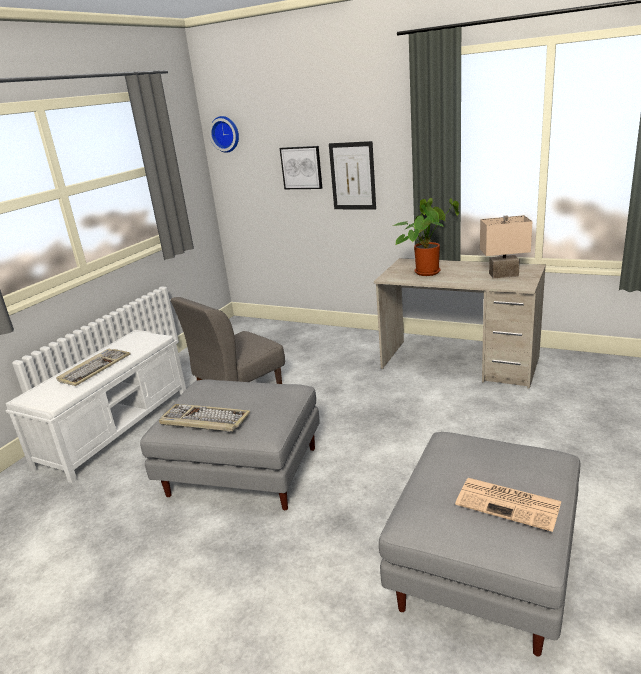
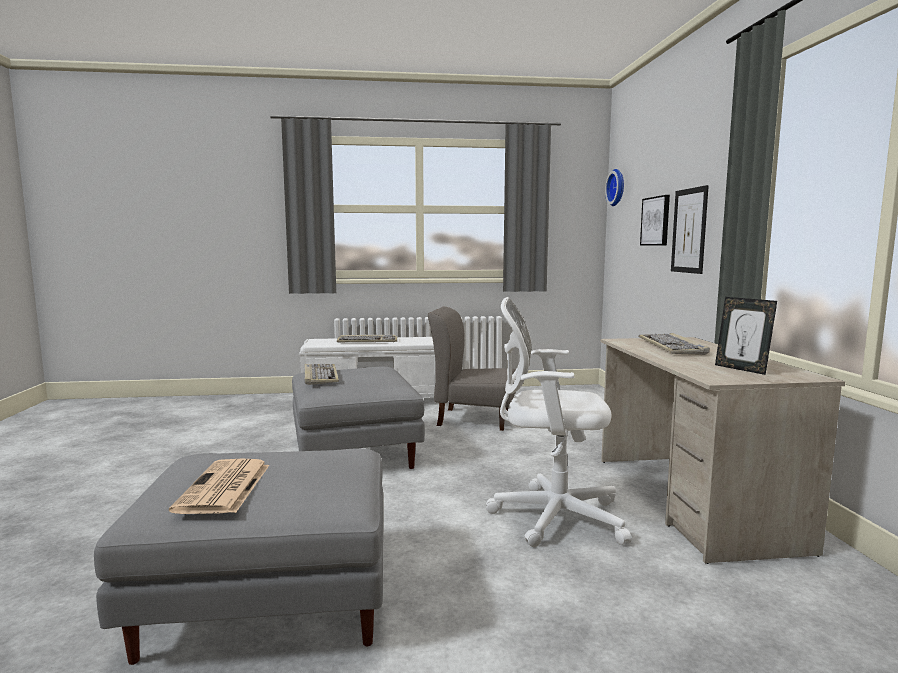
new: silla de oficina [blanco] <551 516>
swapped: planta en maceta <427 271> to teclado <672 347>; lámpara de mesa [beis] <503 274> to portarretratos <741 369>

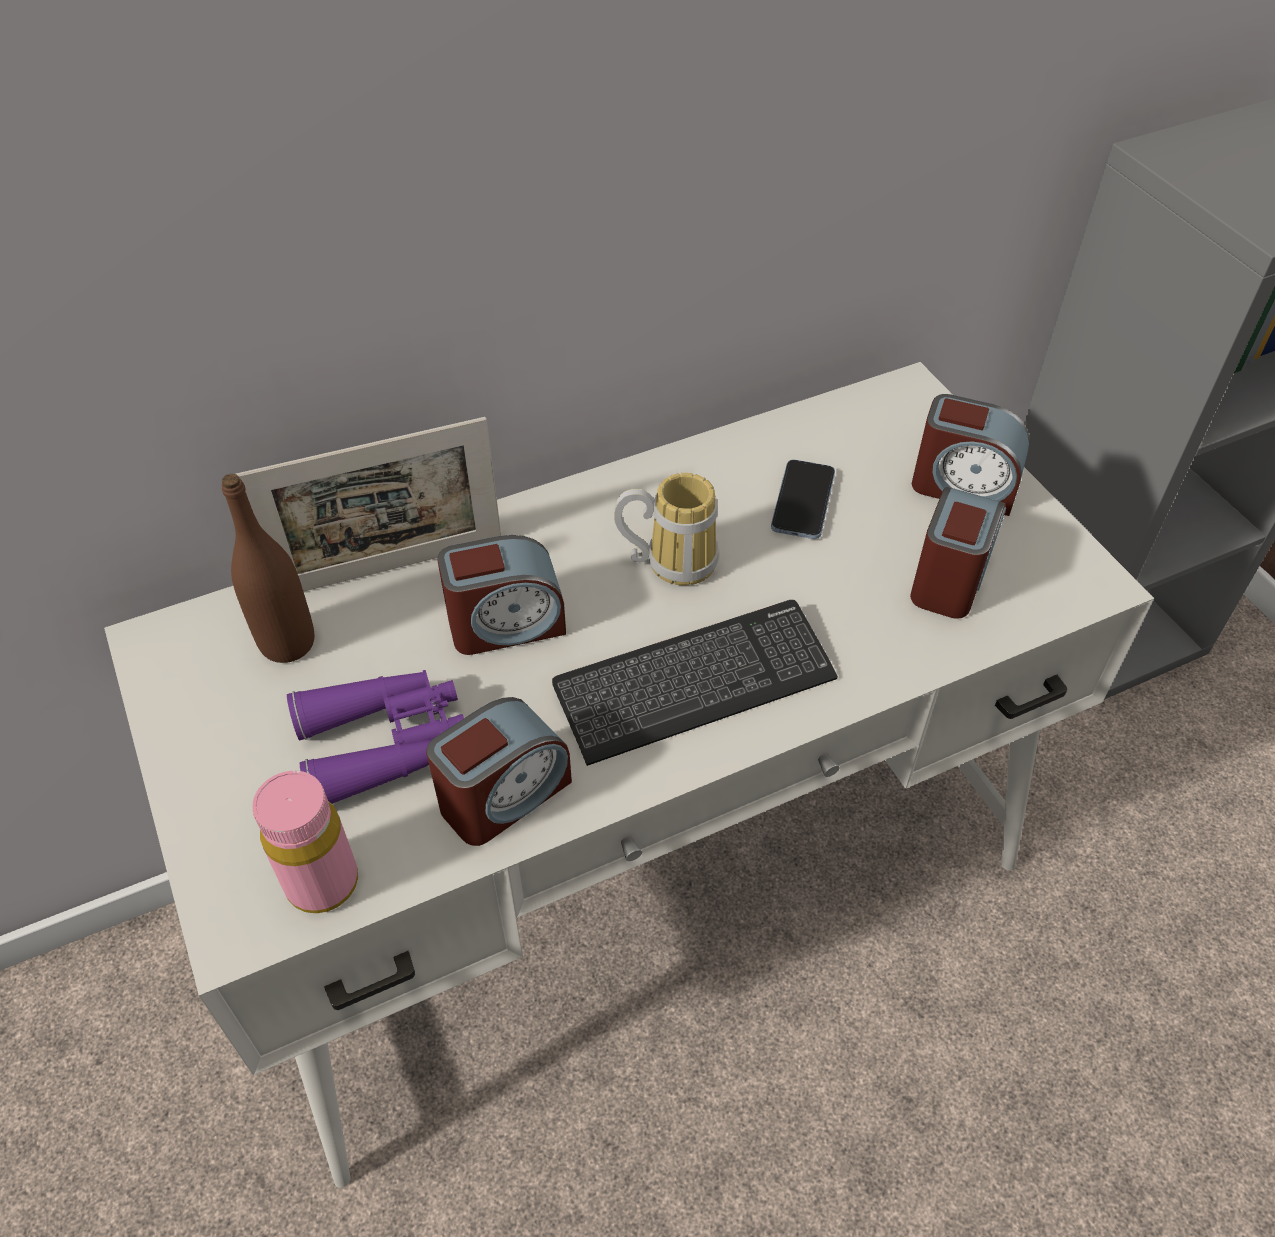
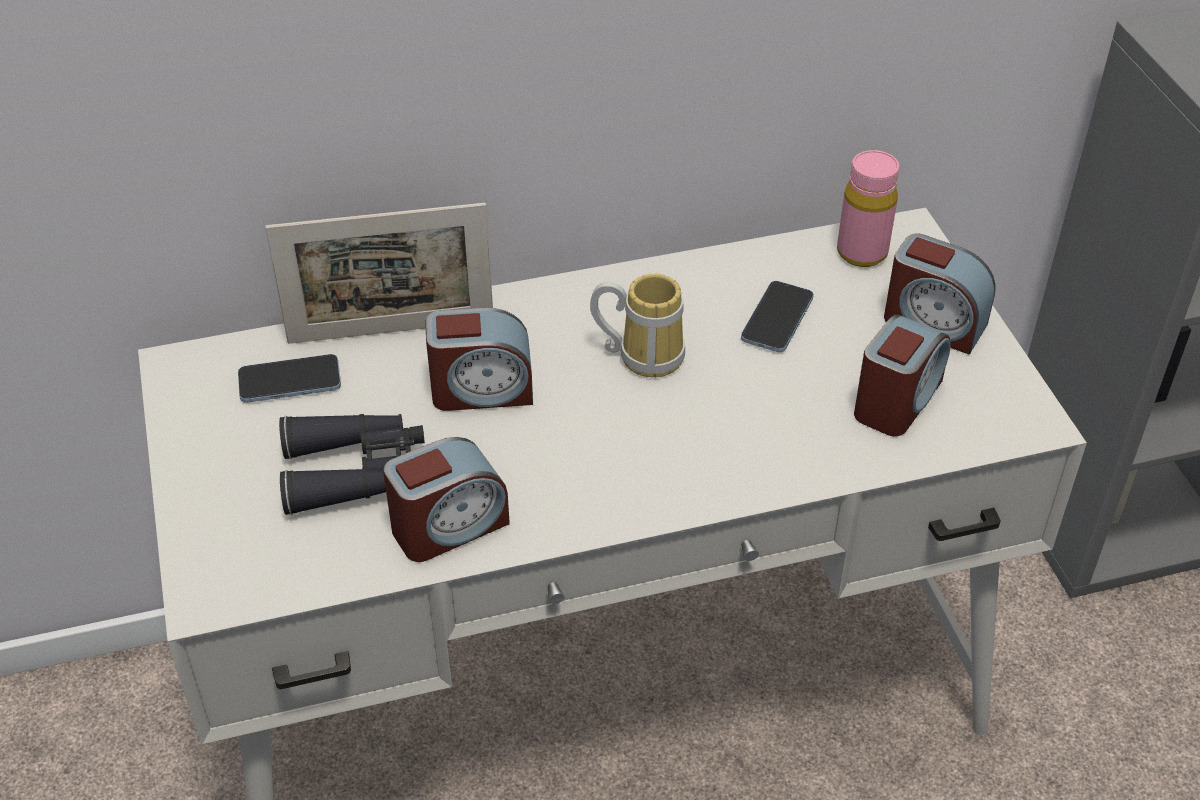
gone: teclado <694 684>
shifted: botella [rosa] <322 882> to <862 253>
swapped: botella [marrón] <287 643> to móvil <290 381>
repainted: prismáticos [morado] <385 743> to prismáticos [negro] <356 472>

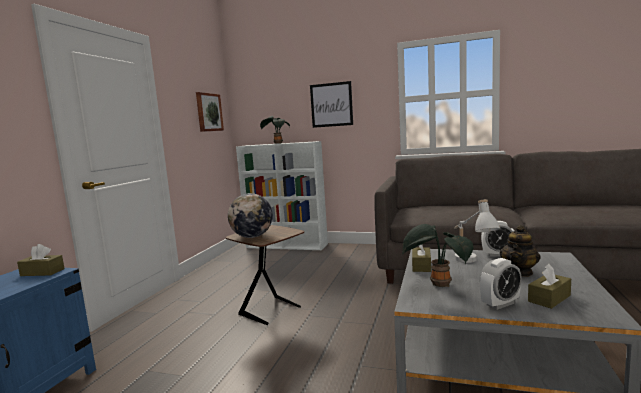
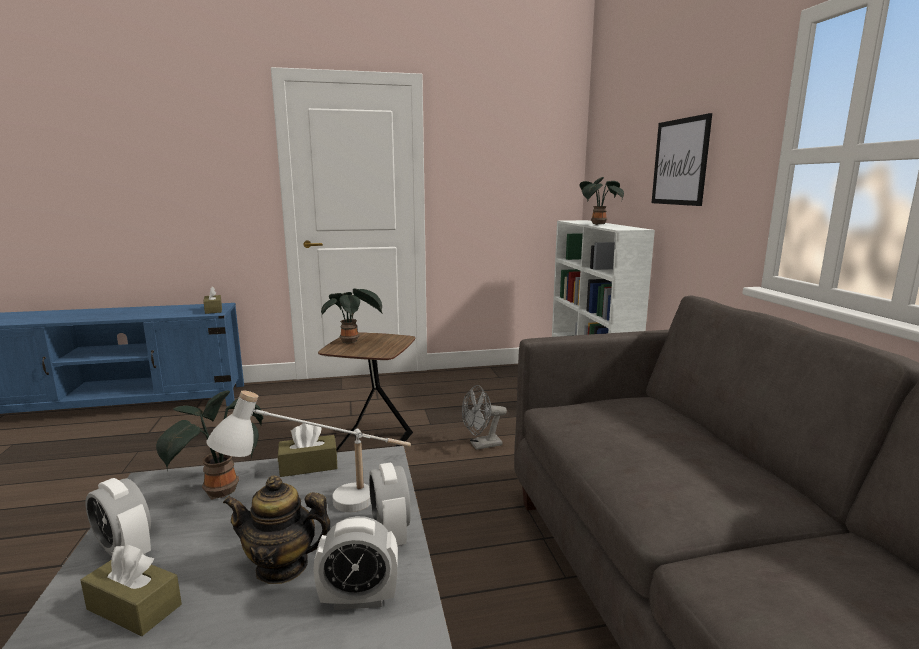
gone: cuadro <208 112>
new: despertador <359 599>; ventilador [gris] <481 445>
swapped: globo terráqueo <252 237> to planta en maceta <352 341>

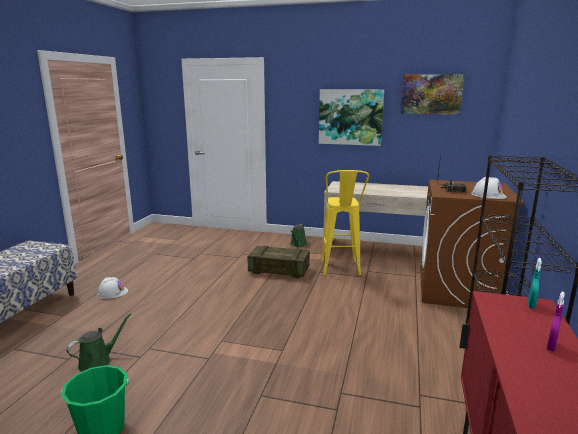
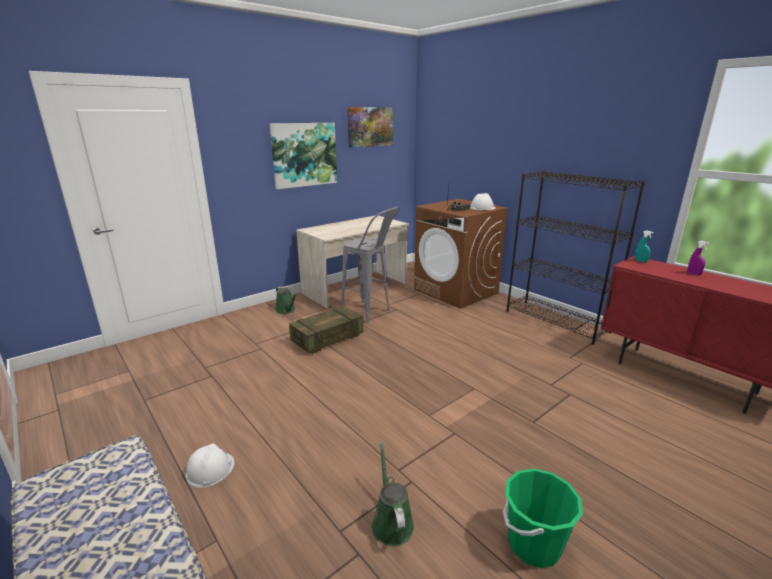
repainted: taburete [amarillo] <341 271> to taburete [gris] <371 314>

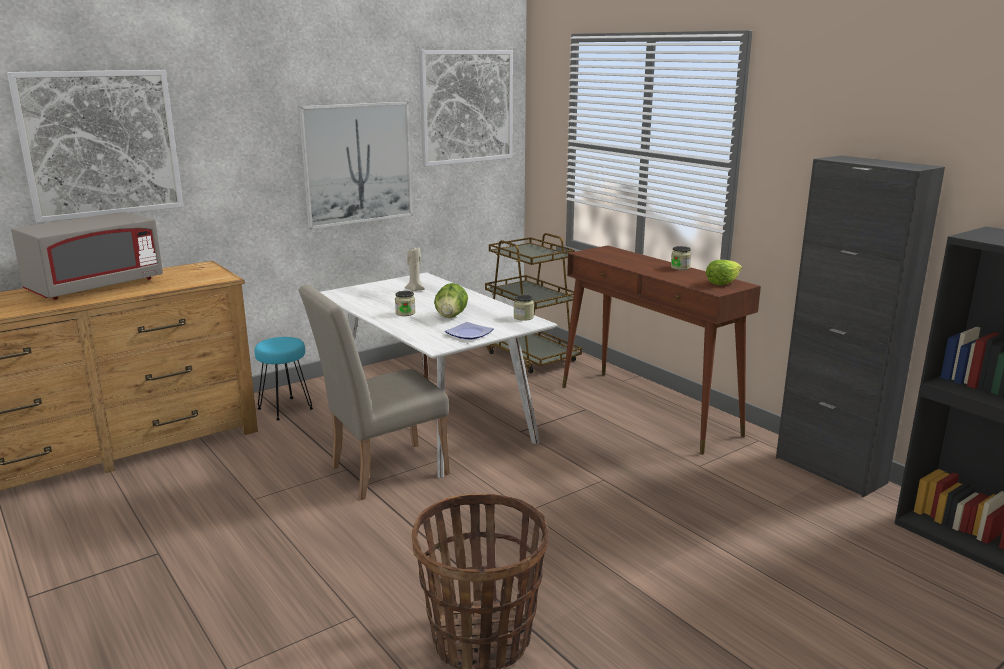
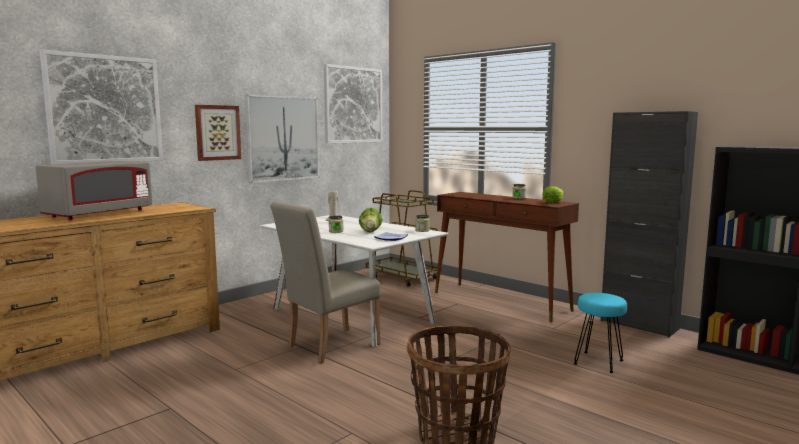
new: cuadro <217 132>
shifted: taburete [turquesa] <286 409> to <598 362>

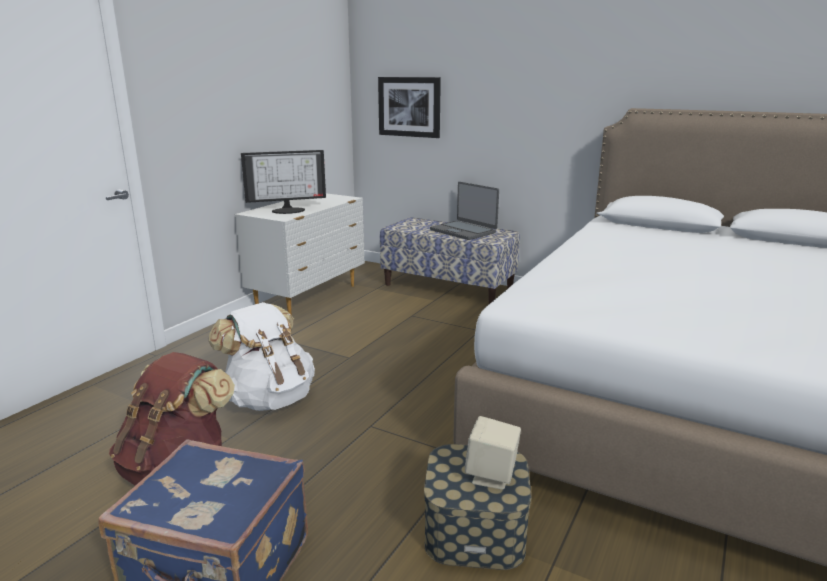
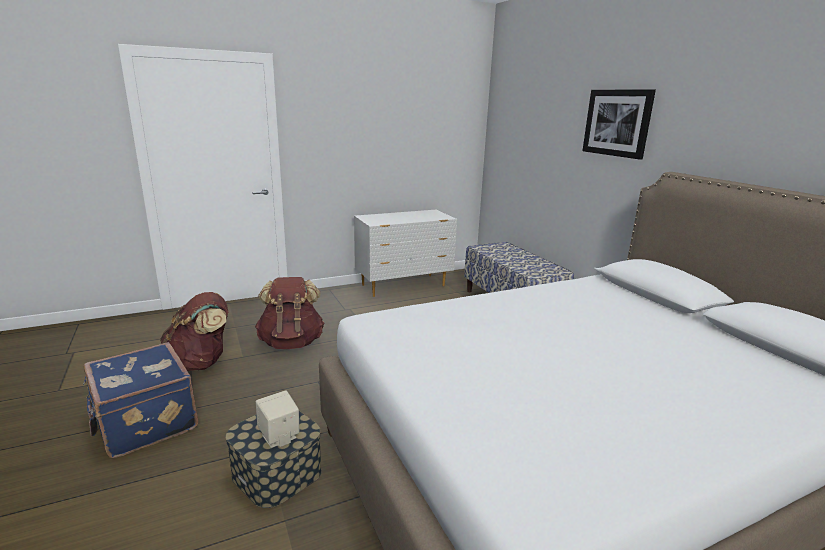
gone: monitor <288 210>; portátil <463 231>
shifted: cuadro <409 107> to <617 123>
repainted: mochila [blanco] <269 399> to mochila [marrón] <291 342>

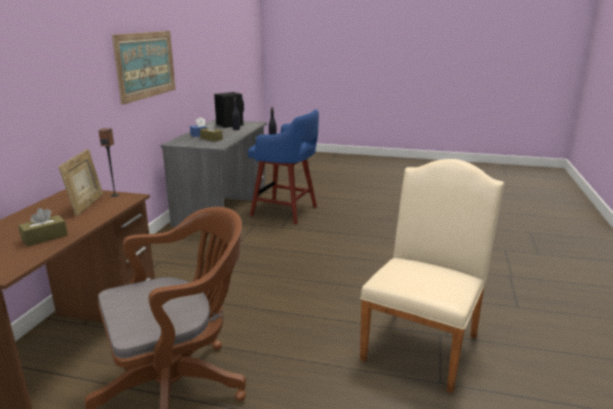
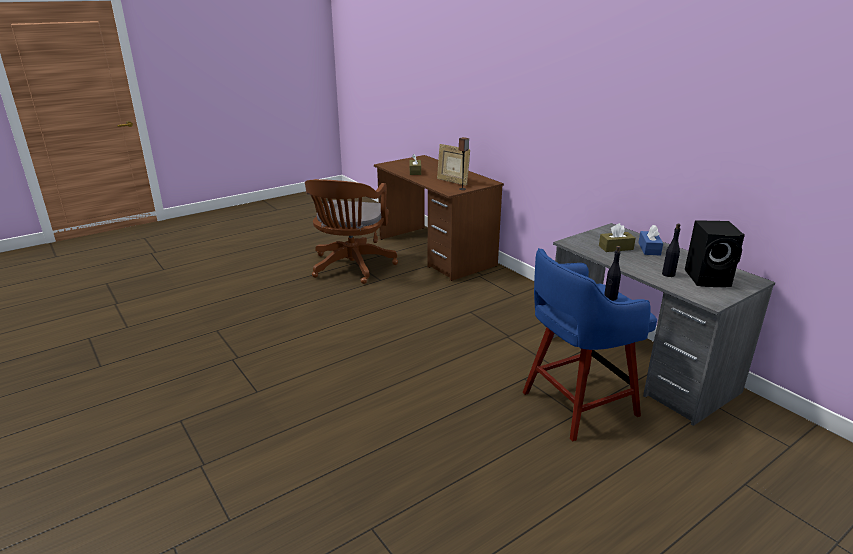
gone: cuadro <146 65>; silla [beis] <423 342>

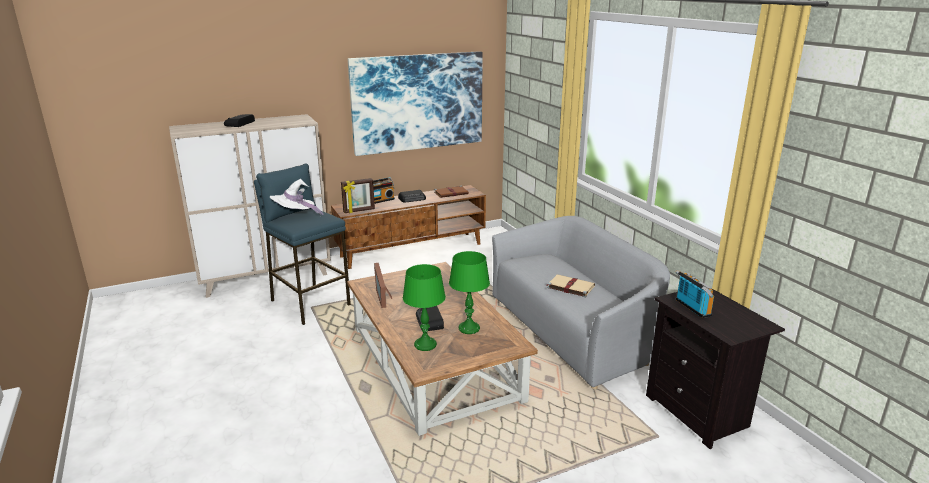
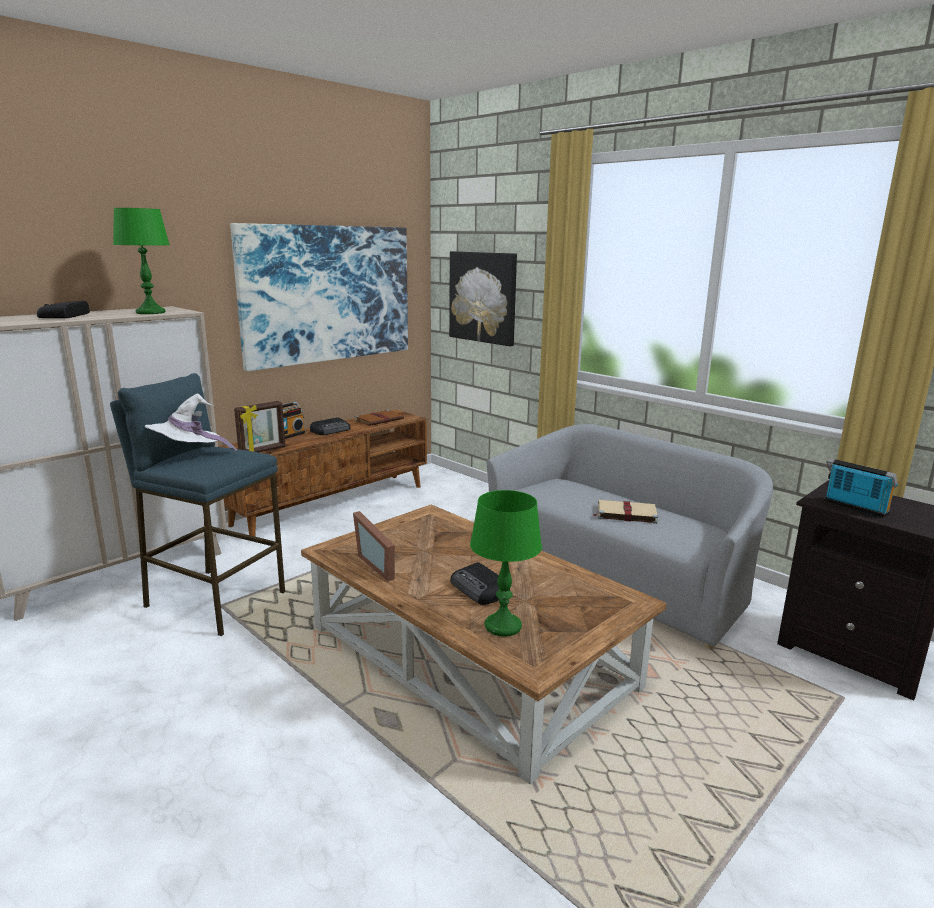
new: cuadro <483 297>
shifted: lámpara de mesa [verde] <469 328> to <150 312>

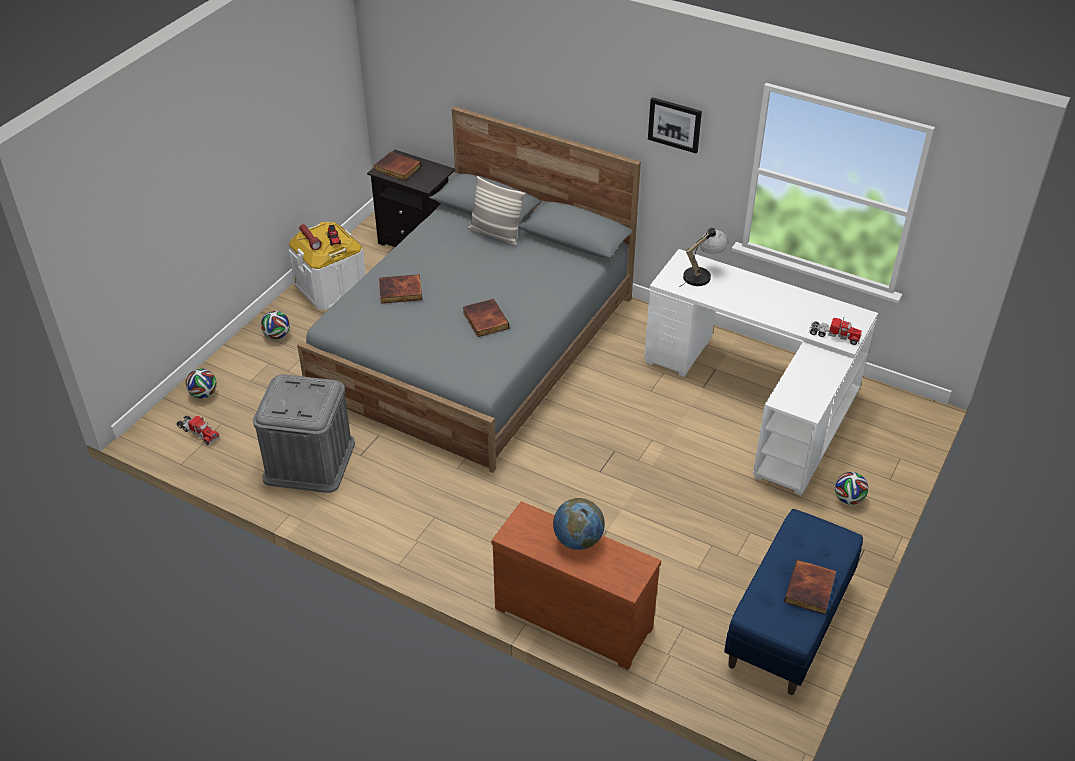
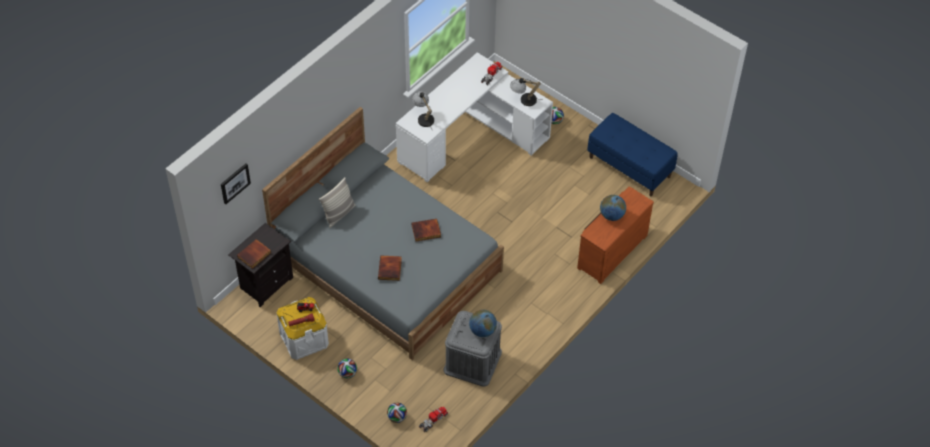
gone: libro <811 589>
new: globo terráqueo <482 331>; lámpara de mesa <523 100>
shifted: cuadro <675 124> to <234 183>

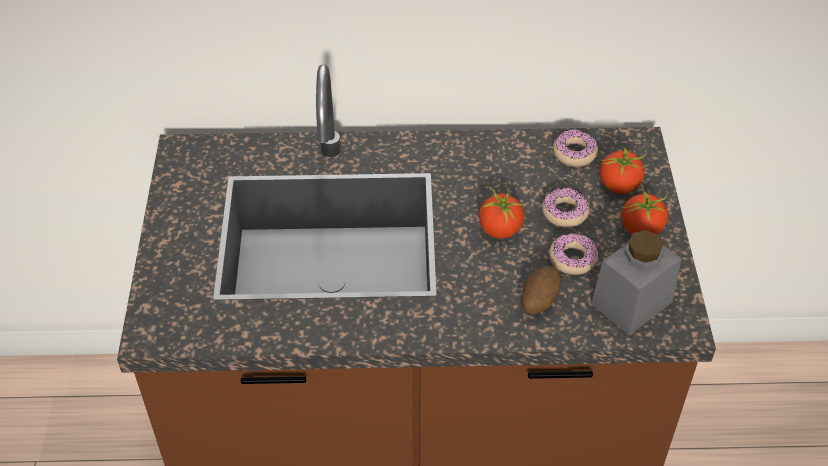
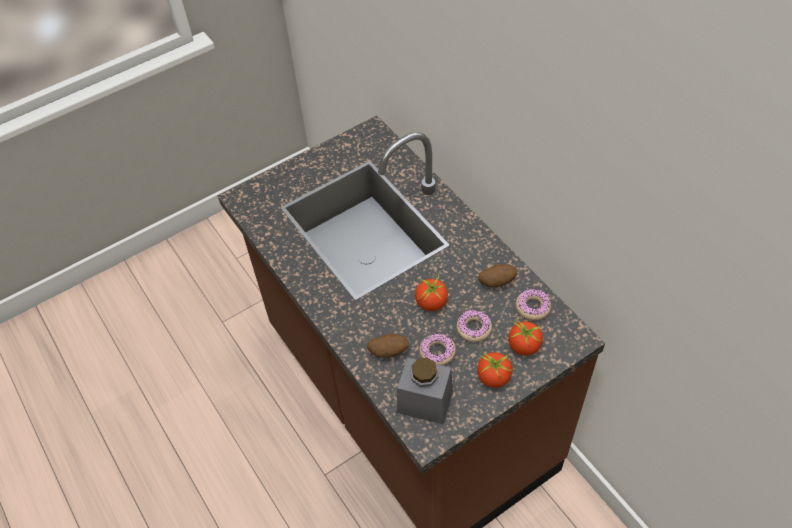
new: patata <497 282>

